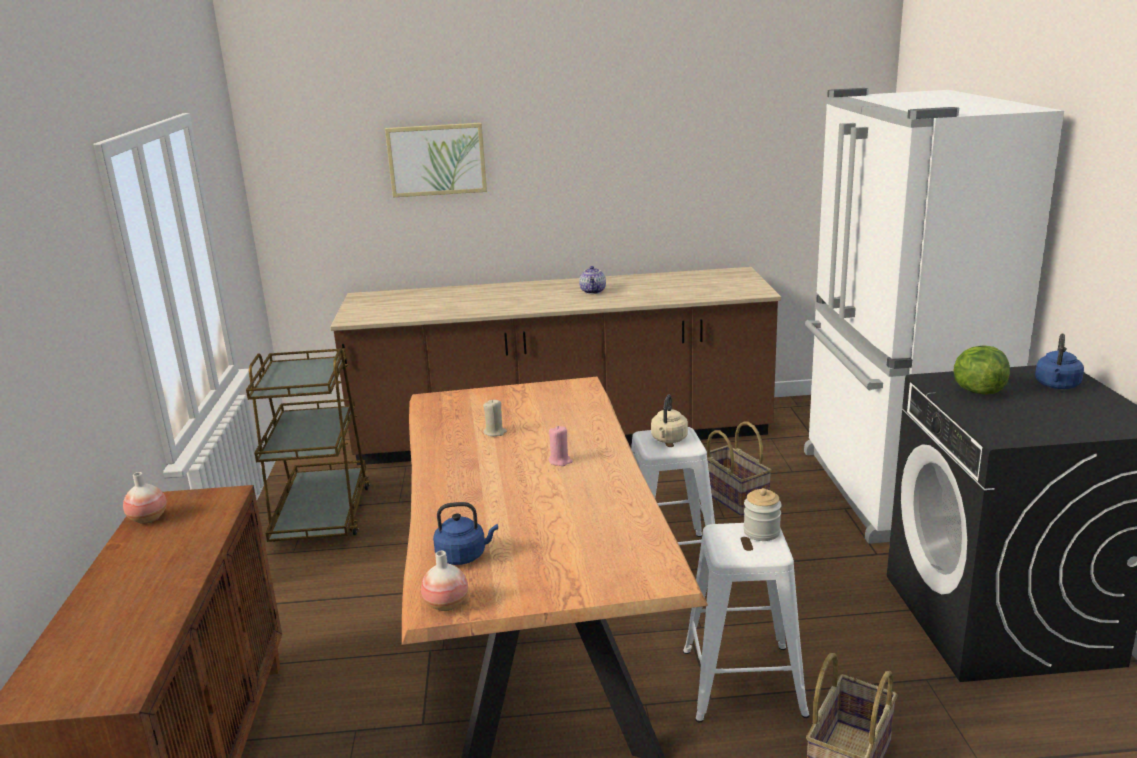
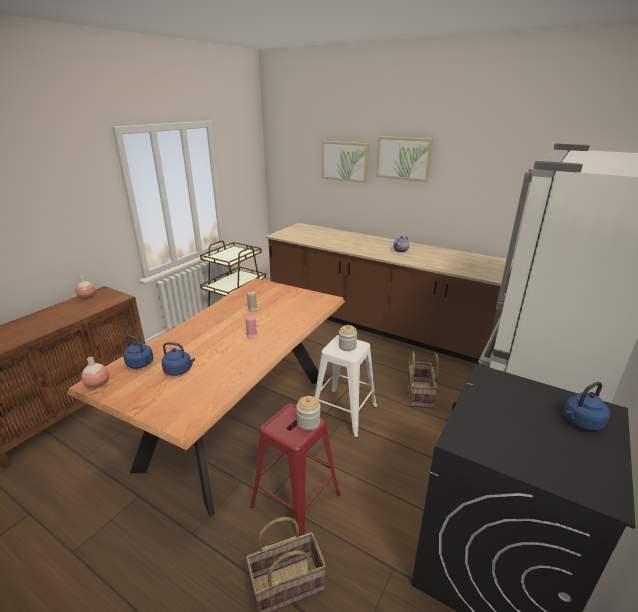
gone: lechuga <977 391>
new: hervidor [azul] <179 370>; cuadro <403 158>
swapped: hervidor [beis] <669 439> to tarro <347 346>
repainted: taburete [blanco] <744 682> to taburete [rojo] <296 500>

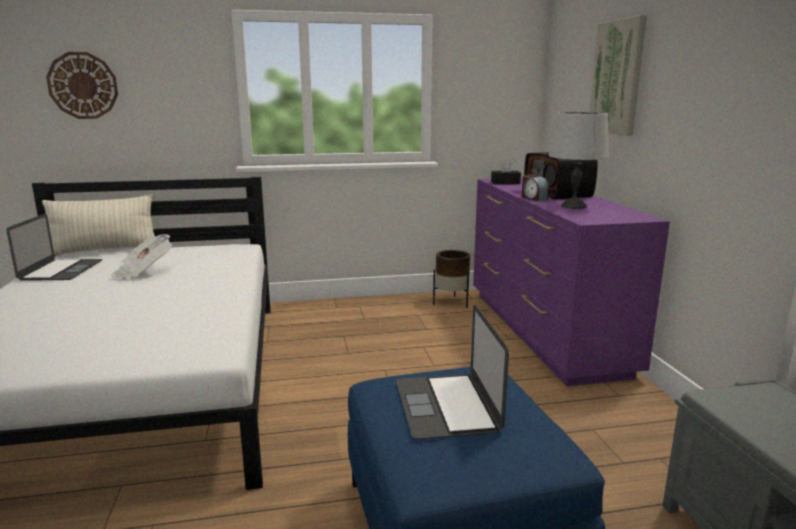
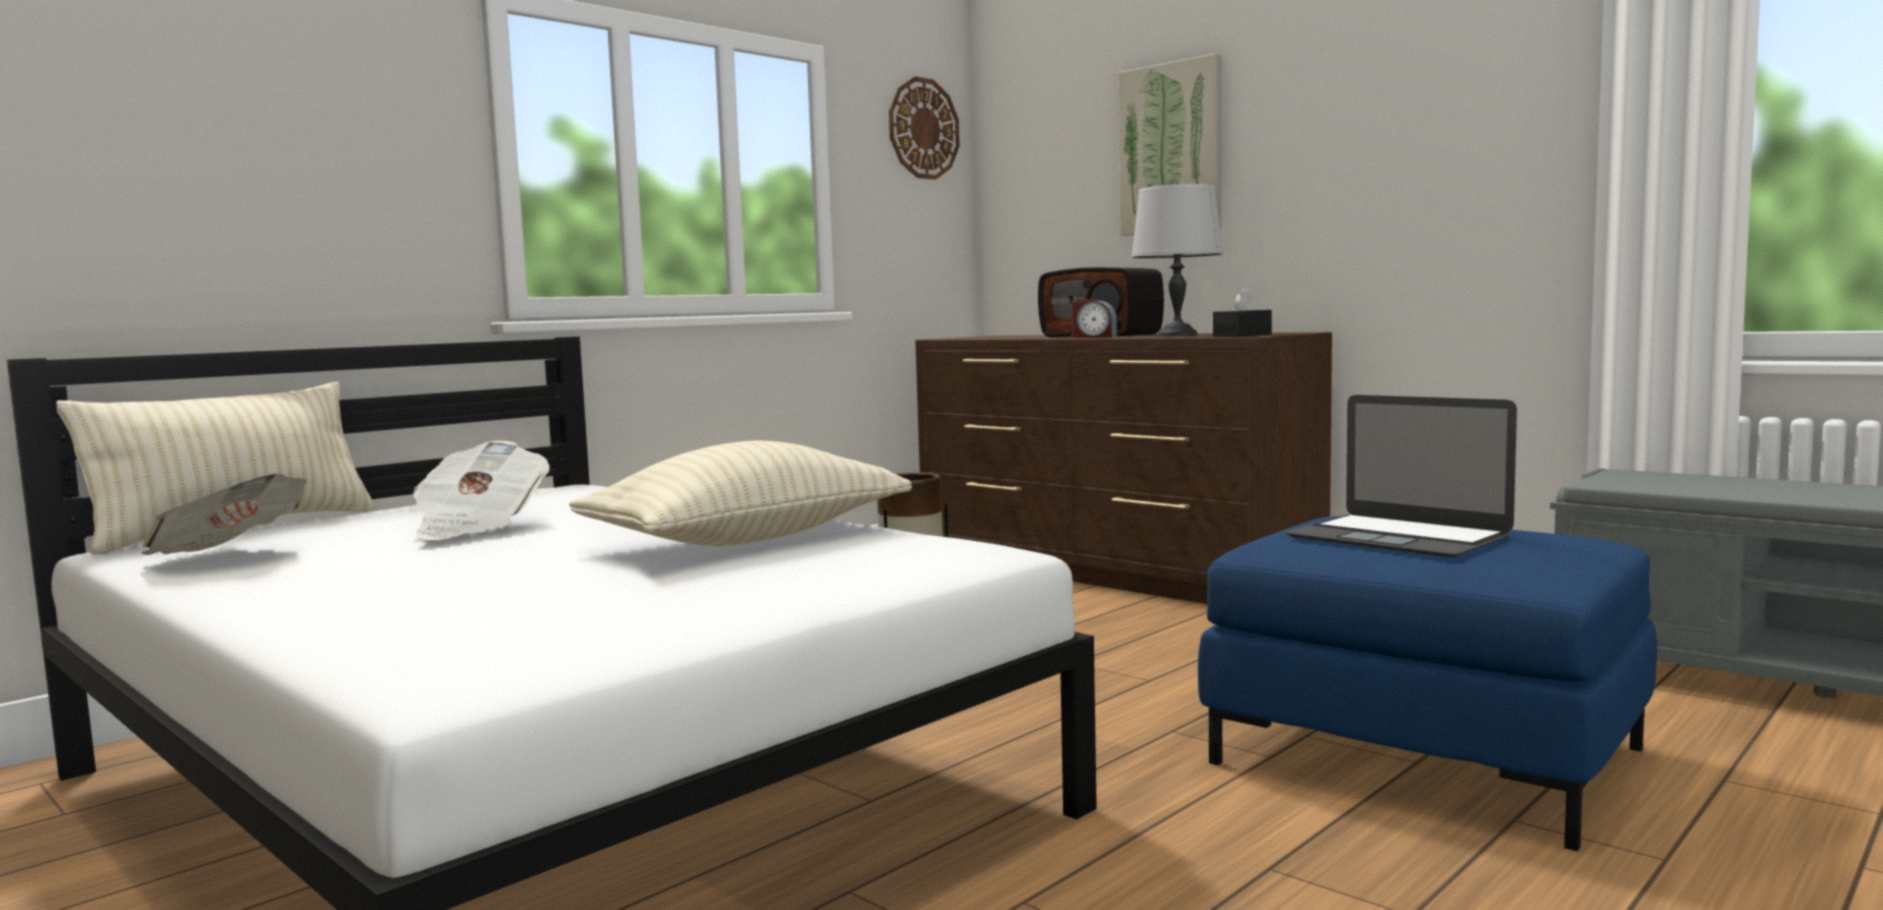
new: cojín [beis] <747 540>
shifted: reloj de pared <83 85> to <923 128>; caja de pañuelos [negro] <505 183> to <1242 335>
swapped: portátil <61 270> to periódico <229 557>
repainted: cómoda [morado] <544 331> to cómoda [marrón] <1110 573>

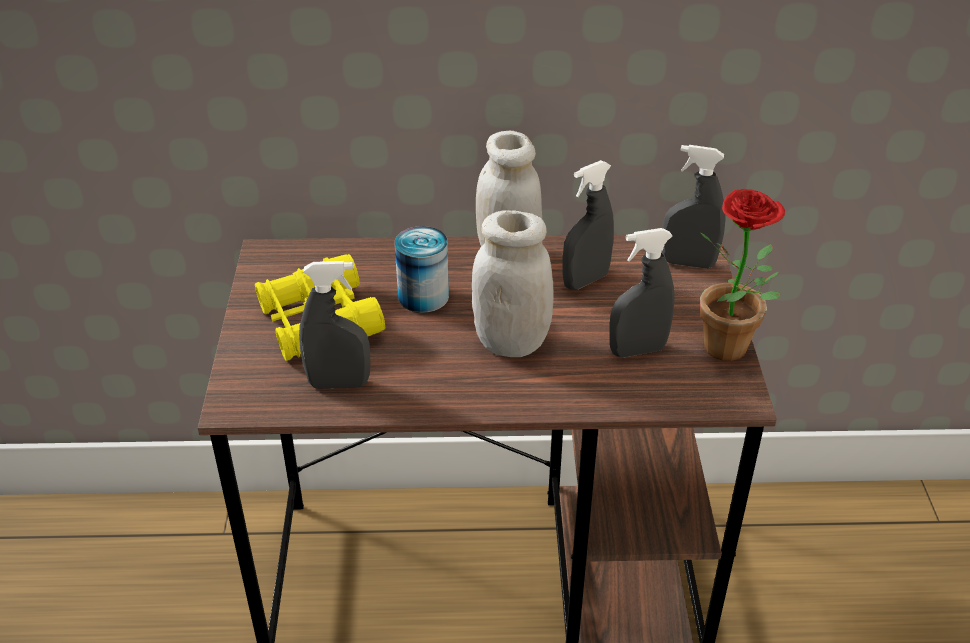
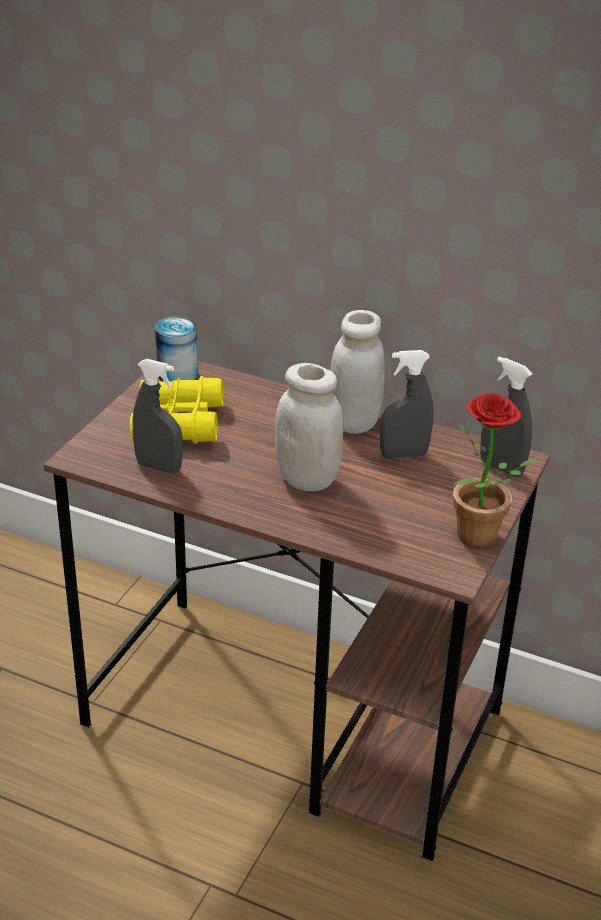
gone: pulverizador [gris] <637 350>
shifted: lata <423 296> to <177 374>

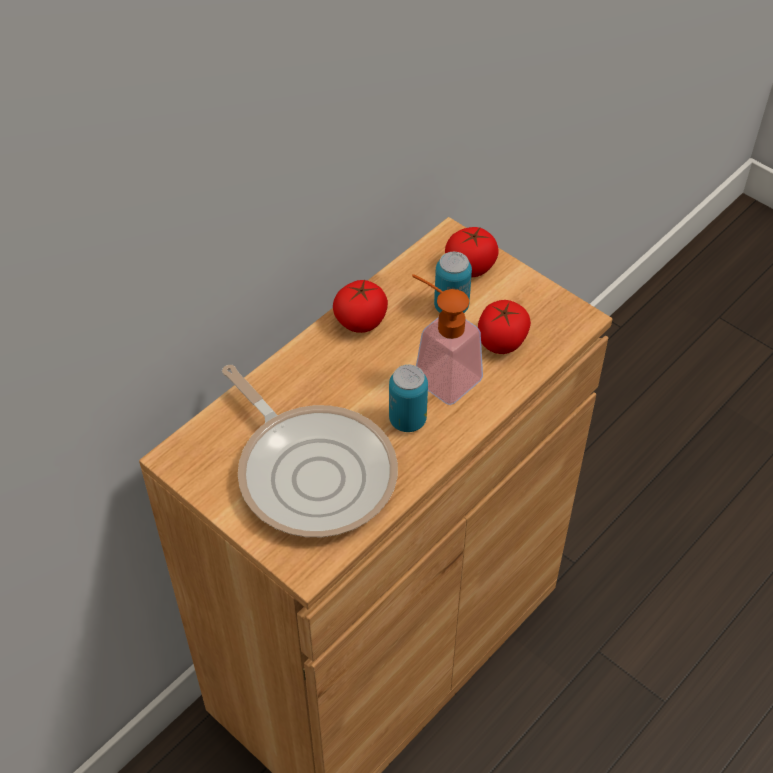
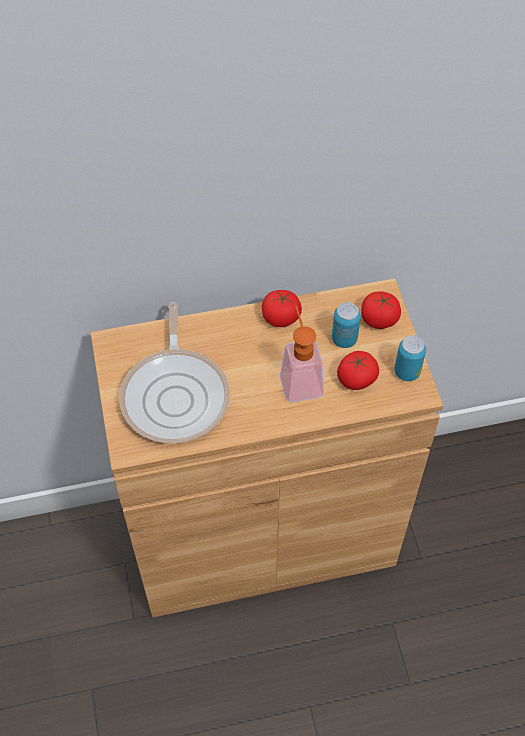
shifted: lata <407 420> to <407 372>

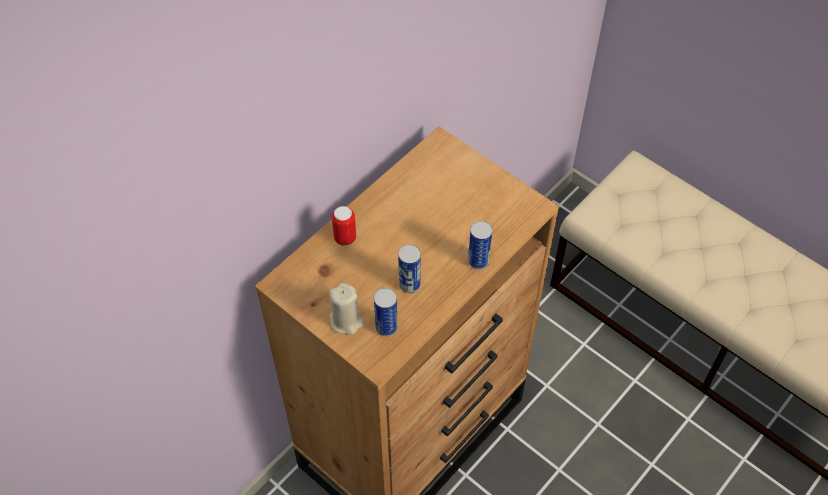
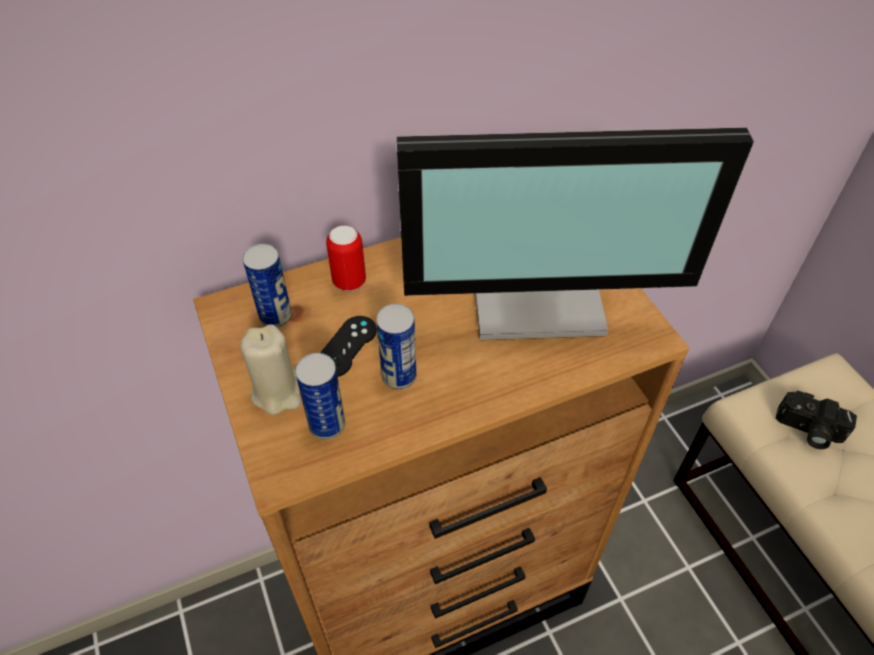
new: mando de consola [negro] <346 346>; monitor <538 296>; cámara <808 431>
shifted: lata <478 261> to <275 316>

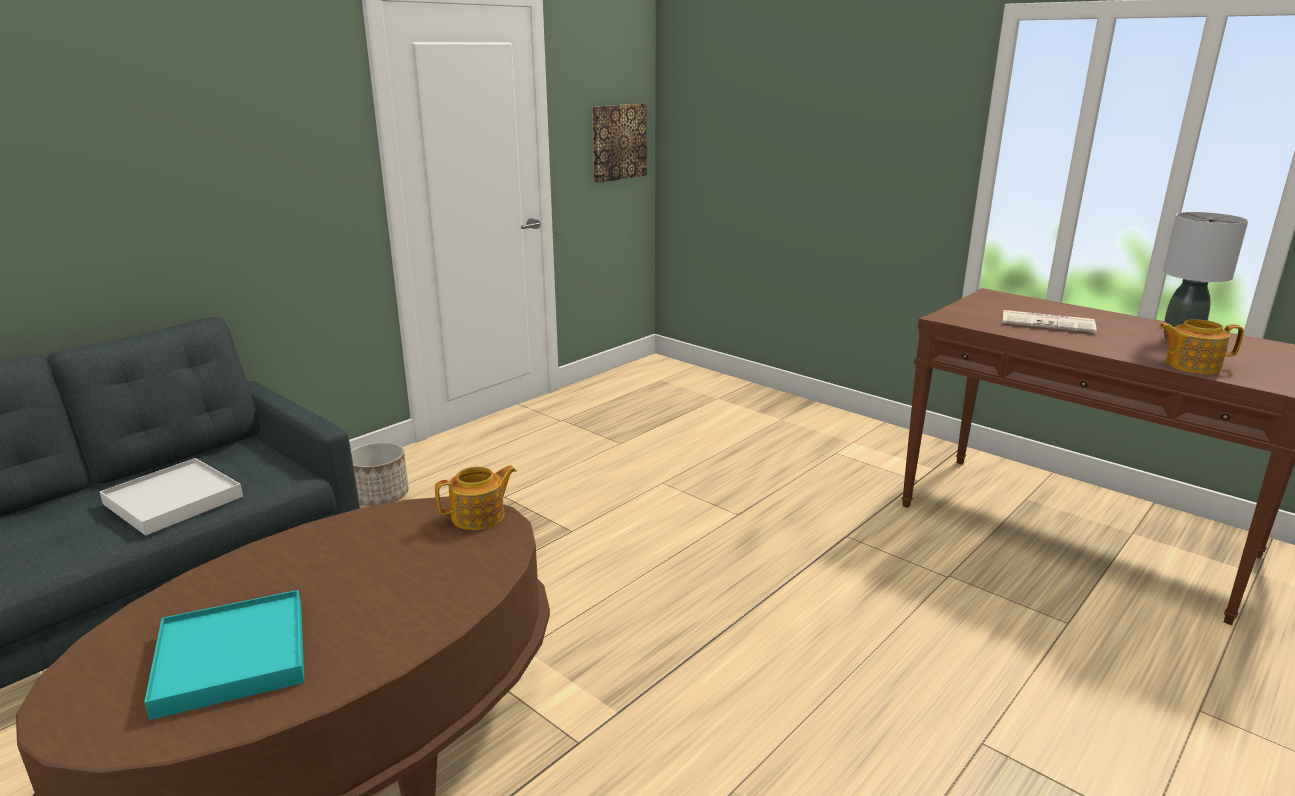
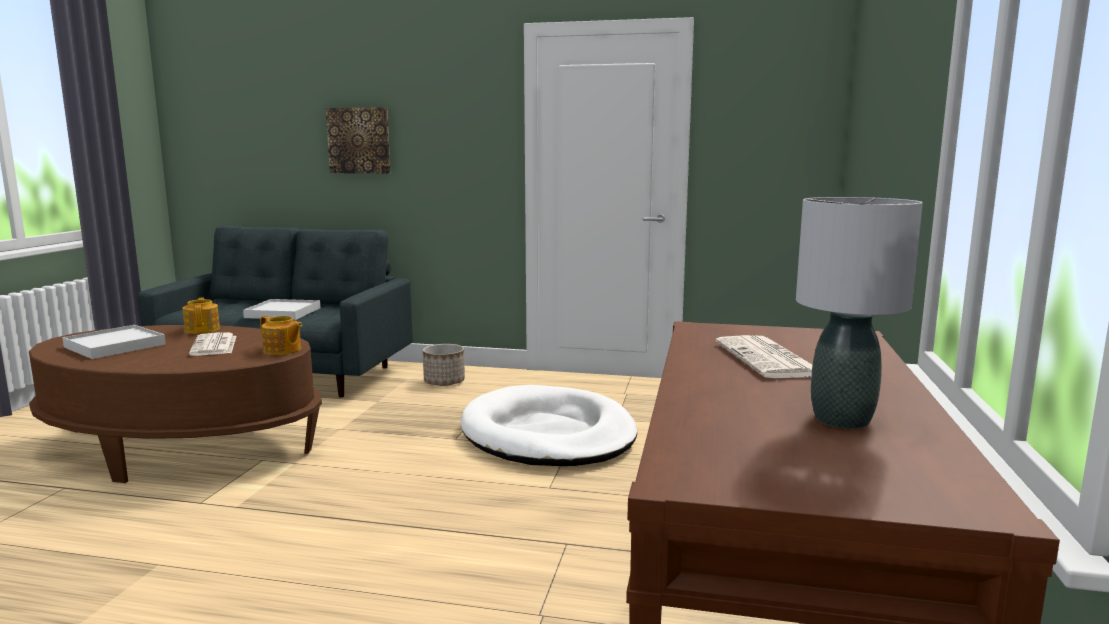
new: periódico <214 346>; cama para perro [blanco] <548 434>
shifted: cuadro <618 142> to <359 140>; tetera <1191 365> to <203 329>
repainted: bandeja [turquesa] <232 657> to bandeja [blanco] <115 346>

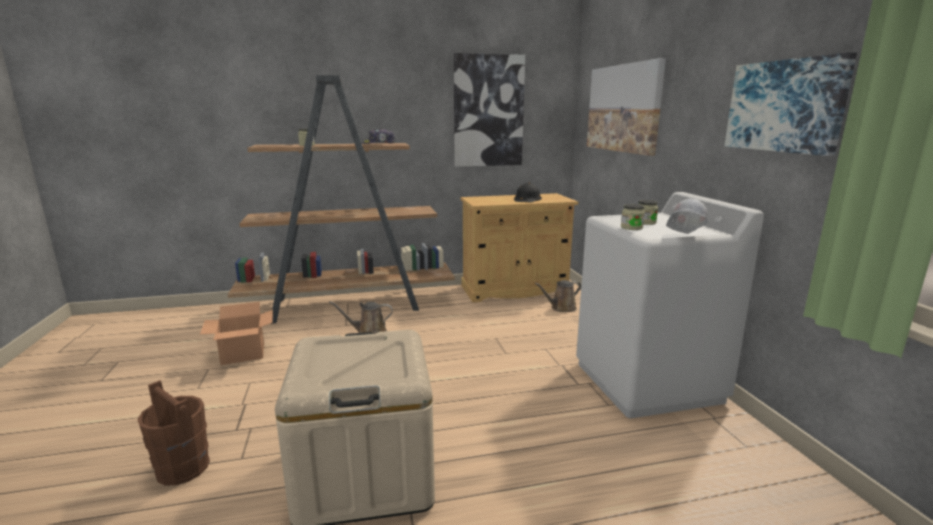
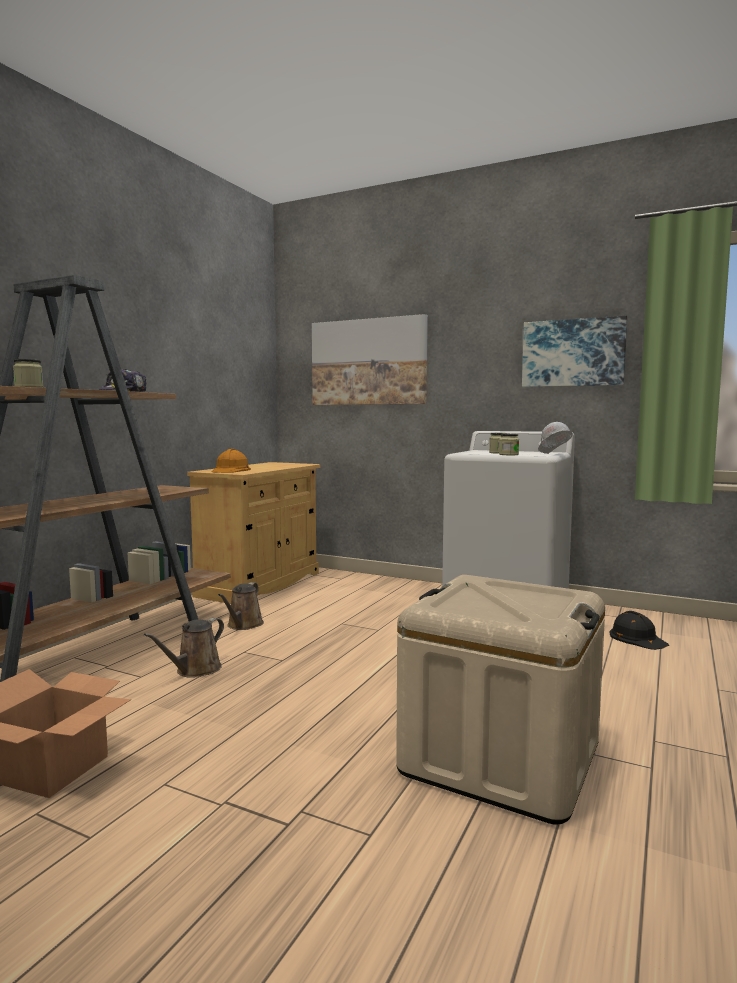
gone: cubo [marrón] <183 468>; cuadro <488 111>
new: casco [naranja] <231 470>
shifted: casco [negro] <527 199> to <637 638>; regadera [marrón] <561 308> to <243 625>

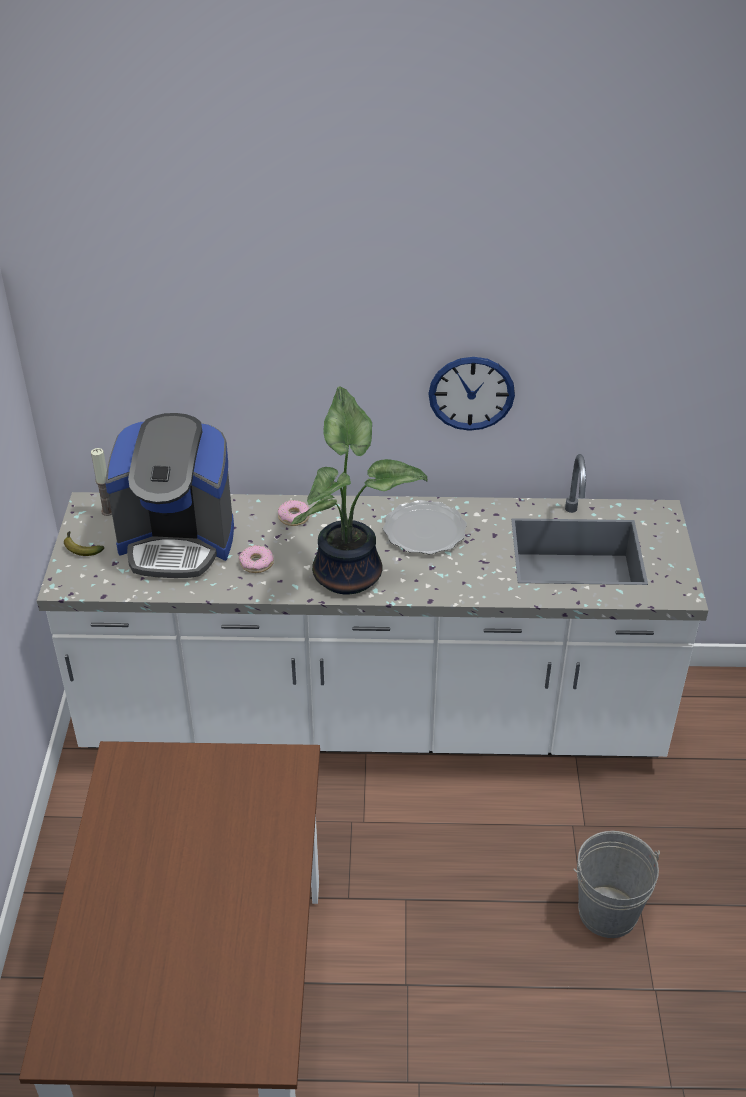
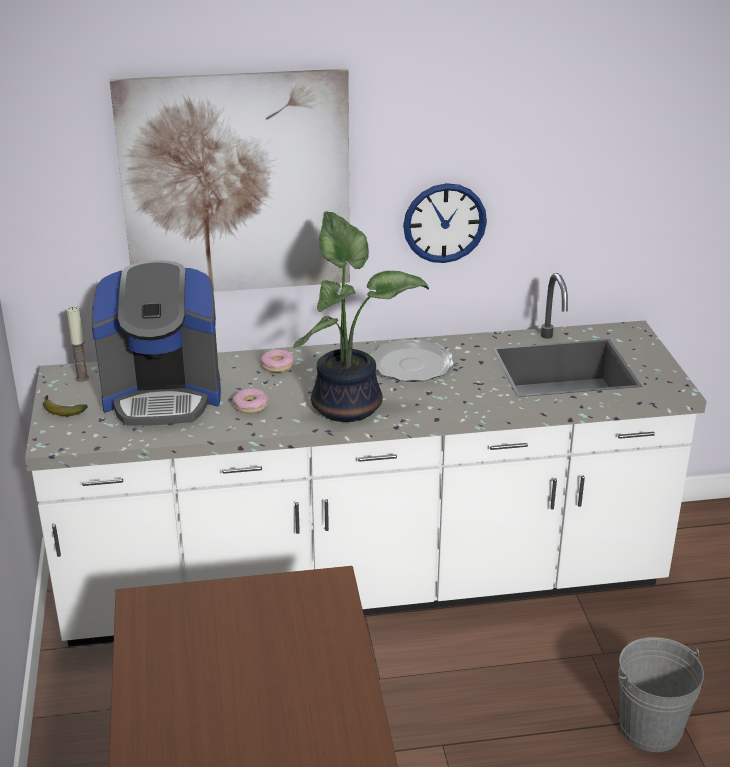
new: cuadro <236 185>

